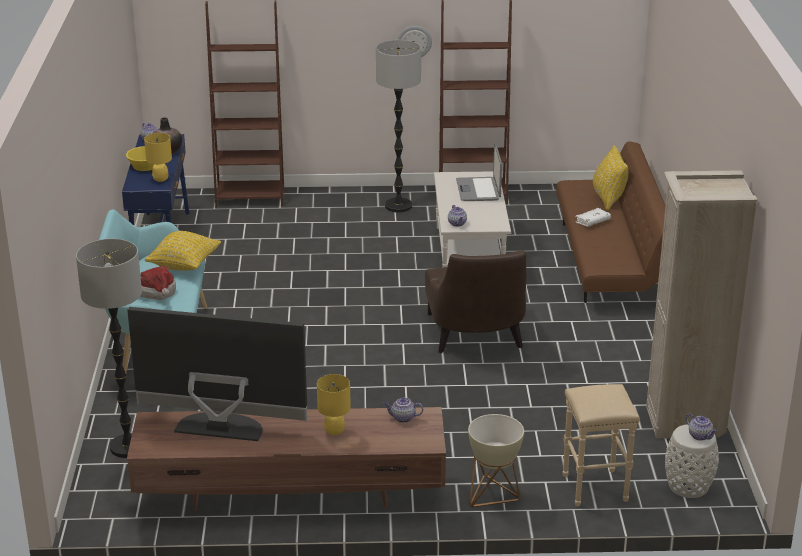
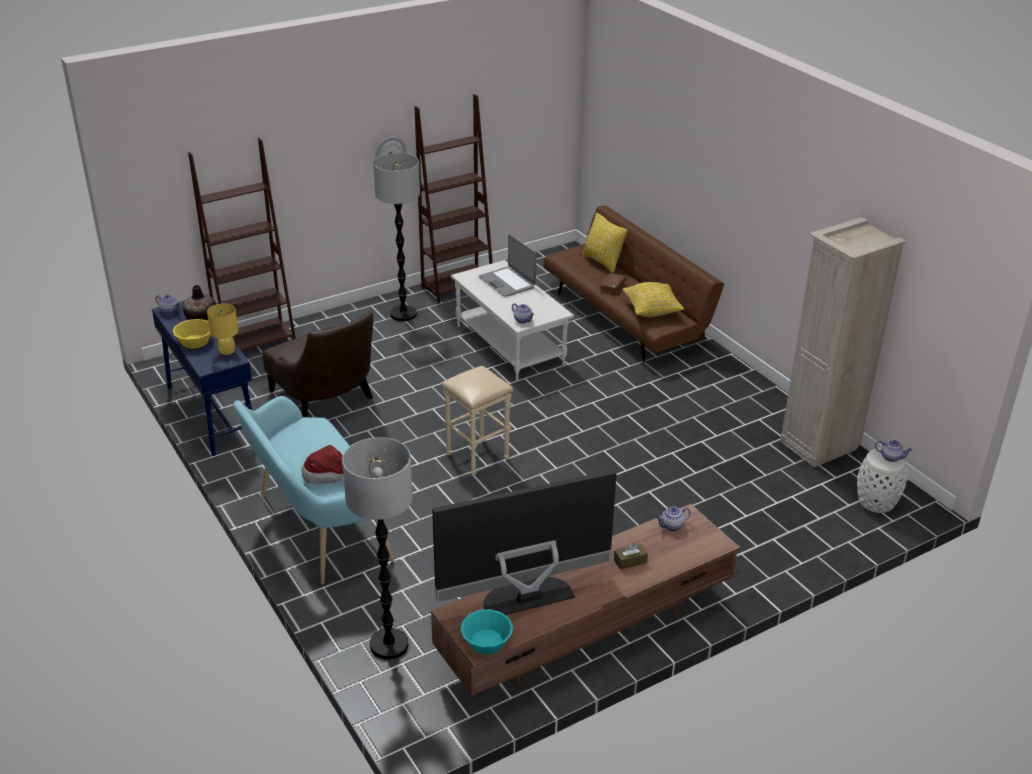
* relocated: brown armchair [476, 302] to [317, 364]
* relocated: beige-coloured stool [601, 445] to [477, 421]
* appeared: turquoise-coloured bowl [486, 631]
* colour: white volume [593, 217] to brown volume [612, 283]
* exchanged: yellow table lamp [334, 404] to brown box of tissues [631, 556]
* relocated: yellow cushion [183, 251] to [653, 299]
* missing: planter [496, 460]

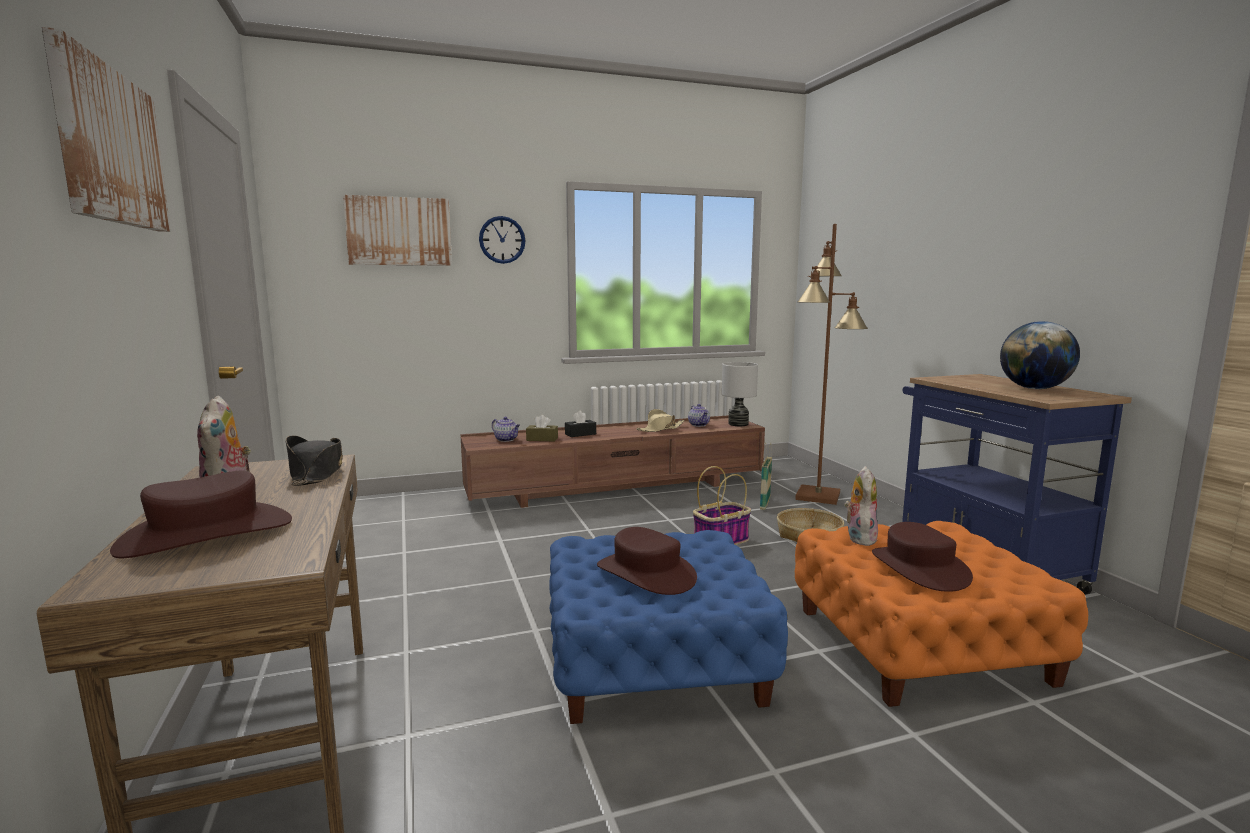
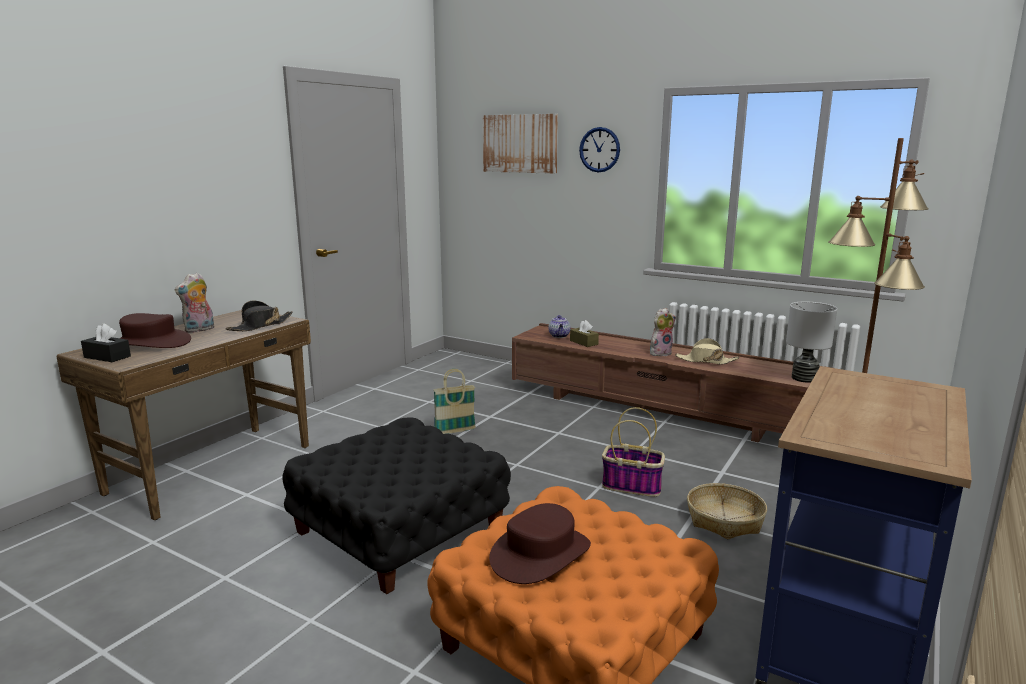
* relocated: black-coloured box of tissues [580, 424] to [106, 342]
* colour: blue ottoman [668, 627] to black-coloured ottoman [396, 505]
* relocated: household basket [766, 476] to [454, 401]
* relocated: soft toy [861, 506] to [663, 332]
* missing: wall art [106, 129]
* missing: brown wearable hat [647, 561]
* missing: tea pot [699, 415]
* missing: world globe [1040, 355]

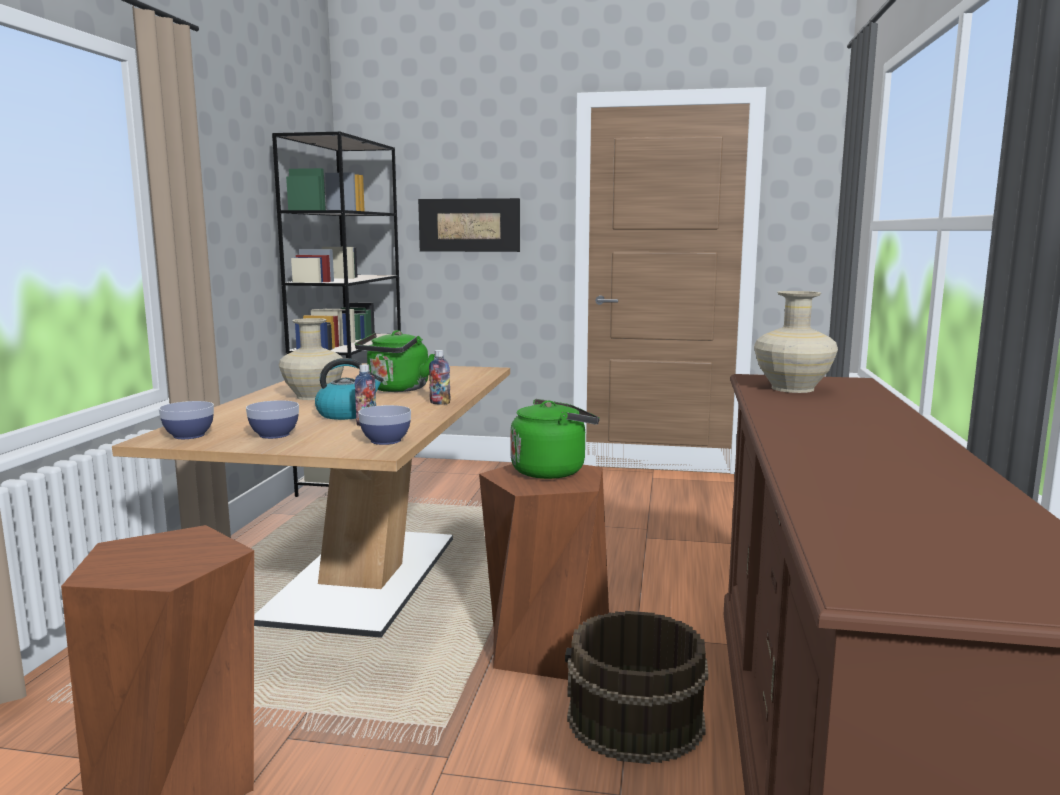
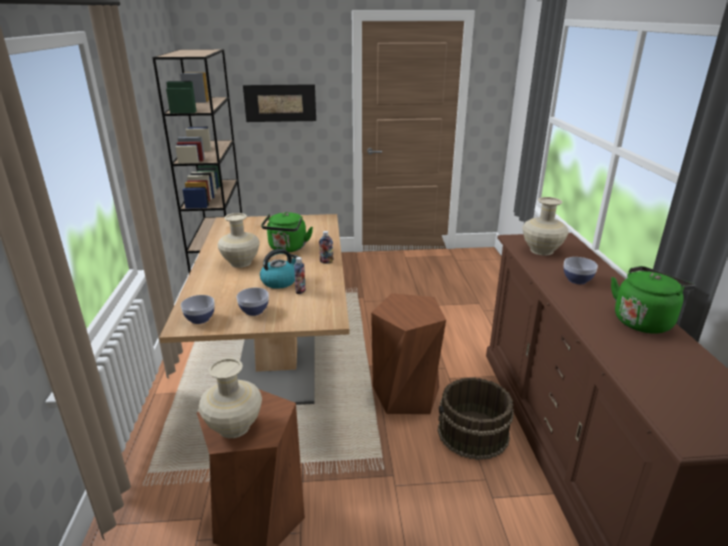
* appeared: beige-coloured flower vase [230, 398]
* relocated: bowl [384, 425] to [581, 270]
* relocated: green-coloured kettle [555, 439] to [653, 300]

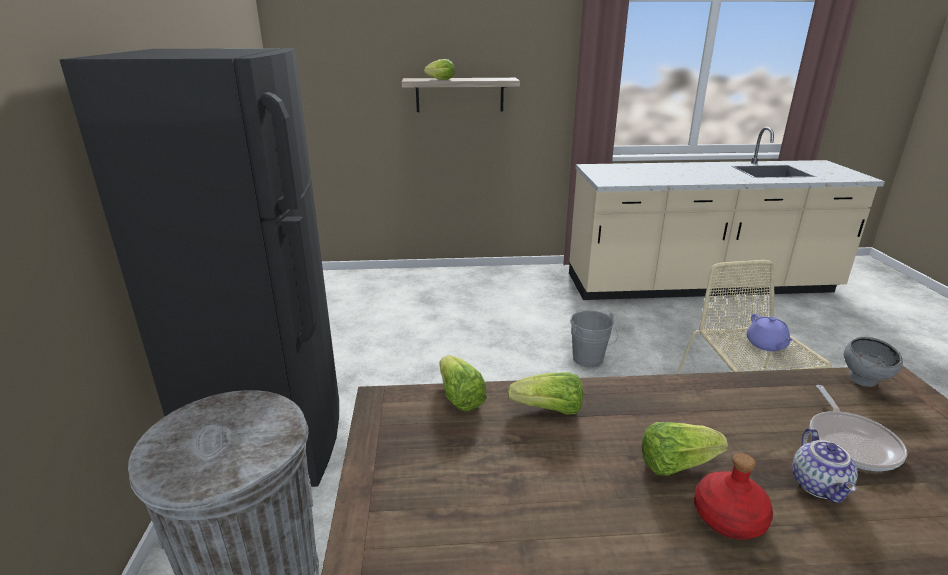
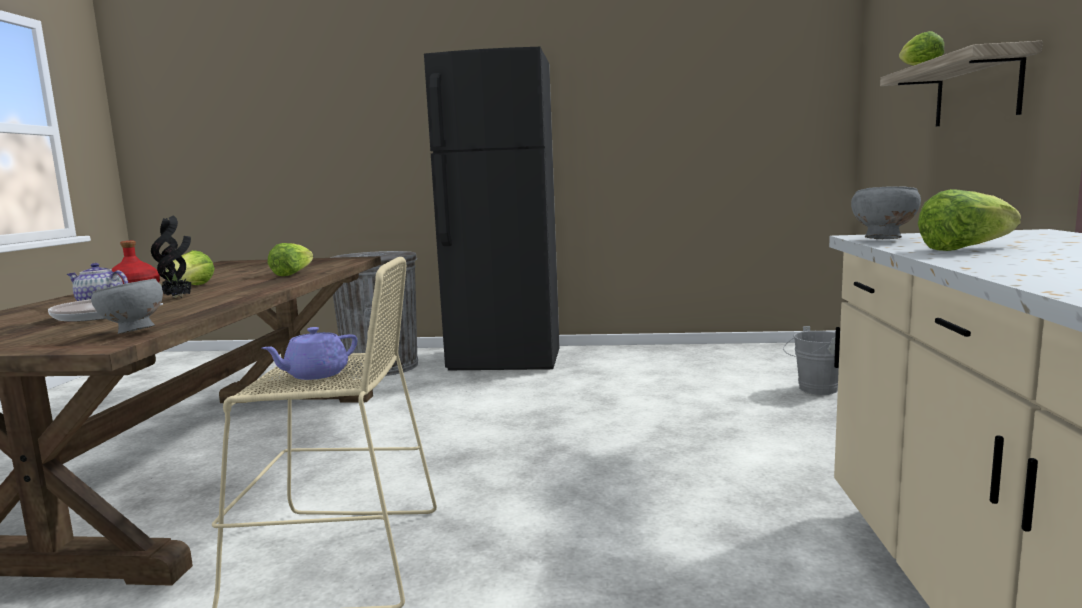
* appeared: potted plant [171, 256]
* spun: purplish tea pot [770, 332] = [309, 353] 45 degrees counterclockwise
* relocated: gray bucket [594, 339] to [811, 360]
* appeared: gray bowl [886, 212]
* relocated: lettuce head [463, 383] to [969, 220]

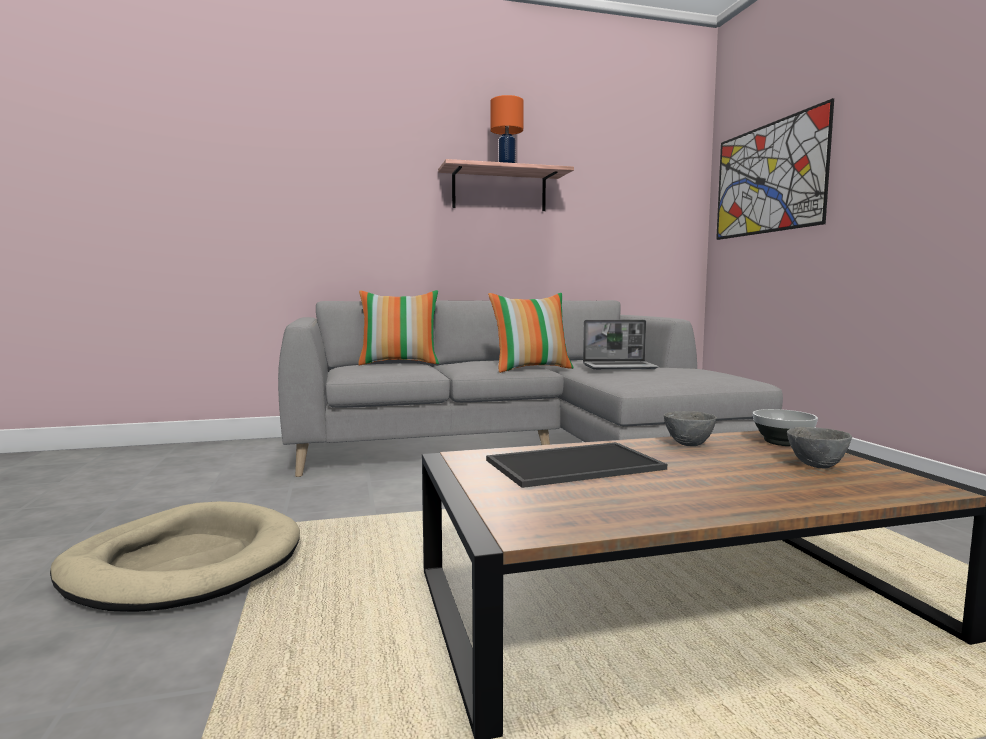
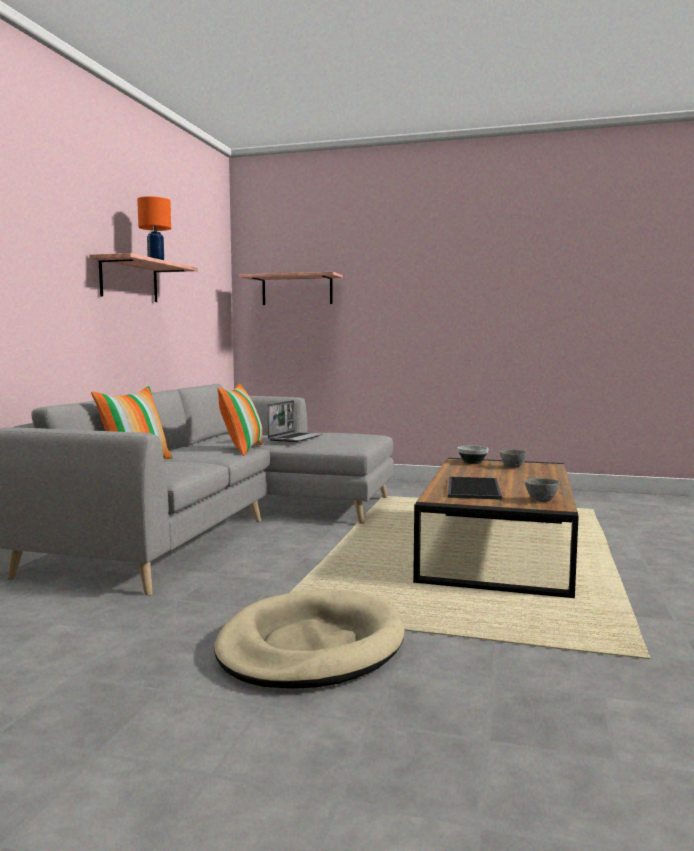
* exchanged: wall art [775, 169] to shelf [291, 288]
* relocated: gray bowl [690, 428] to [542, 490]

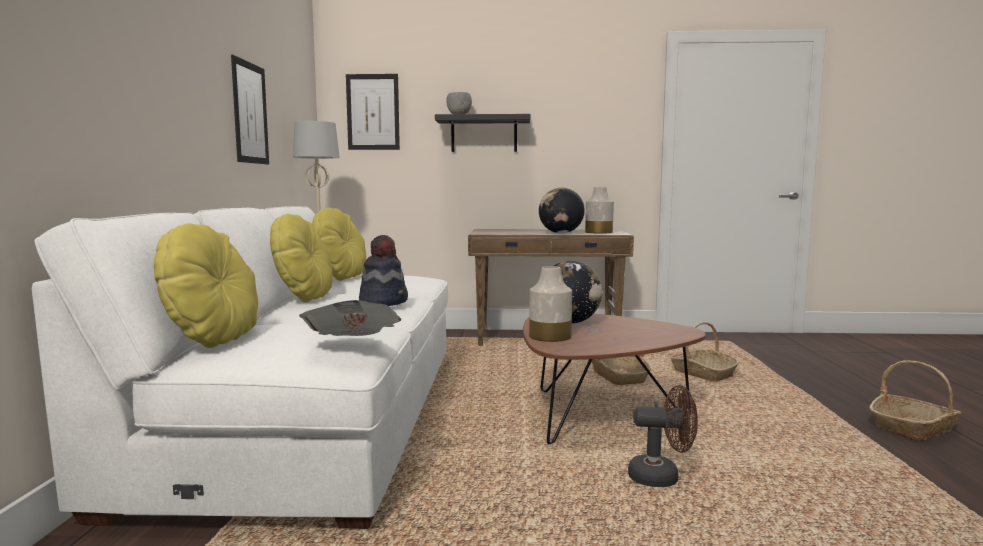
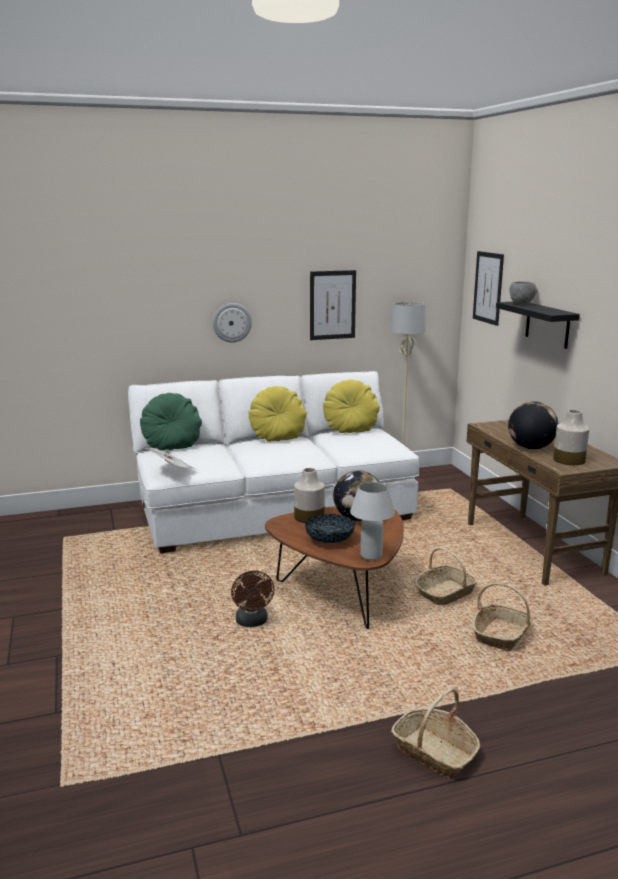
* colour: yellow cushion [206, 285] to green-coloured cushion [171, 421]
* appeared: wall clock [232, 323]
* appeared: bowl [330, 528]
* appeared: white table lamp [372, 521]
* missing: wearable hat [383, 270]

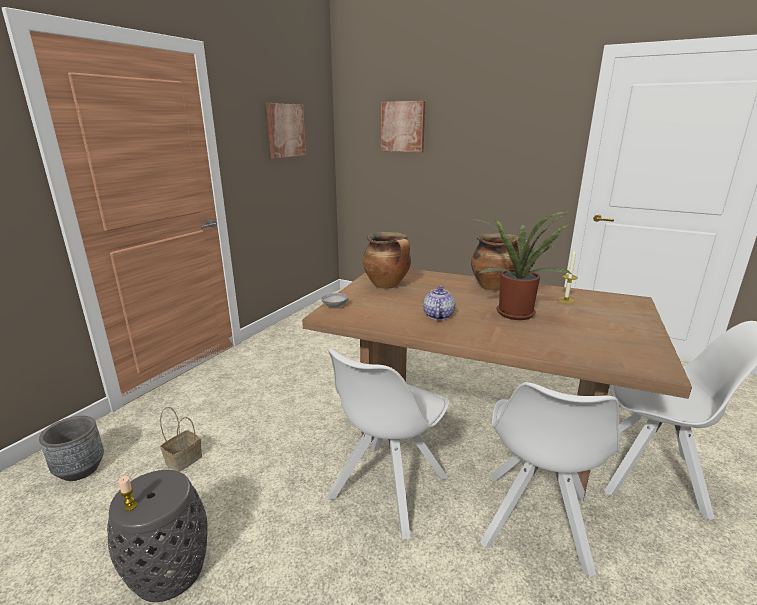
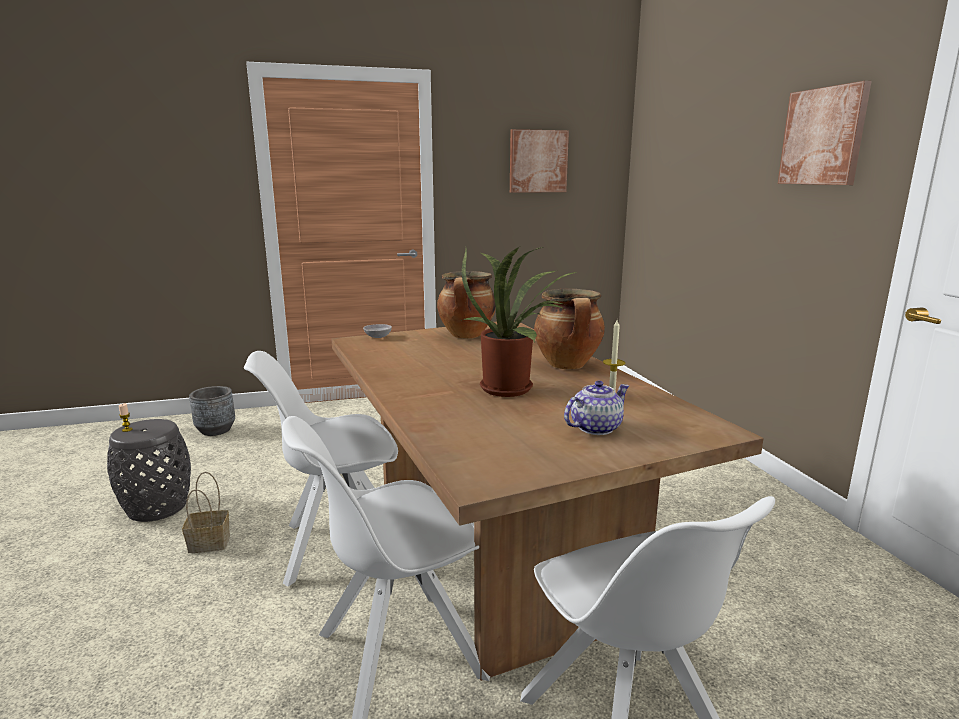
* relocated: household basket [181, 439] to [206, 512]
* relocated: tea pot [439, 303] to [596, 408]
* relocated: wall art [402, 126] to [825, 133]

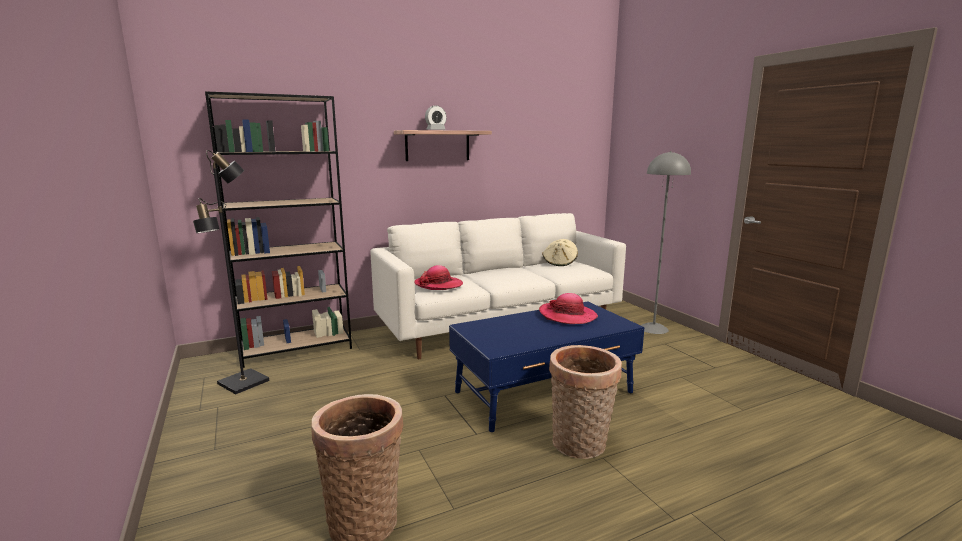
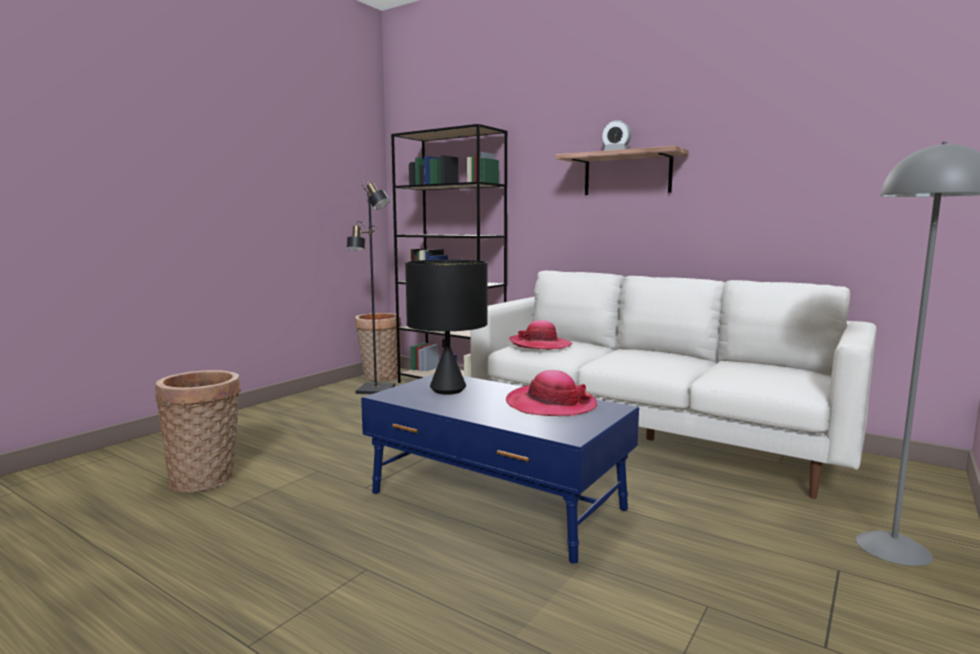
* relocated: household basket [585, 402] to [378, 347]
* appeared: black-coloured table lamp [446, 327]
* missing: beige-coloured wearable hat [560, 252]

